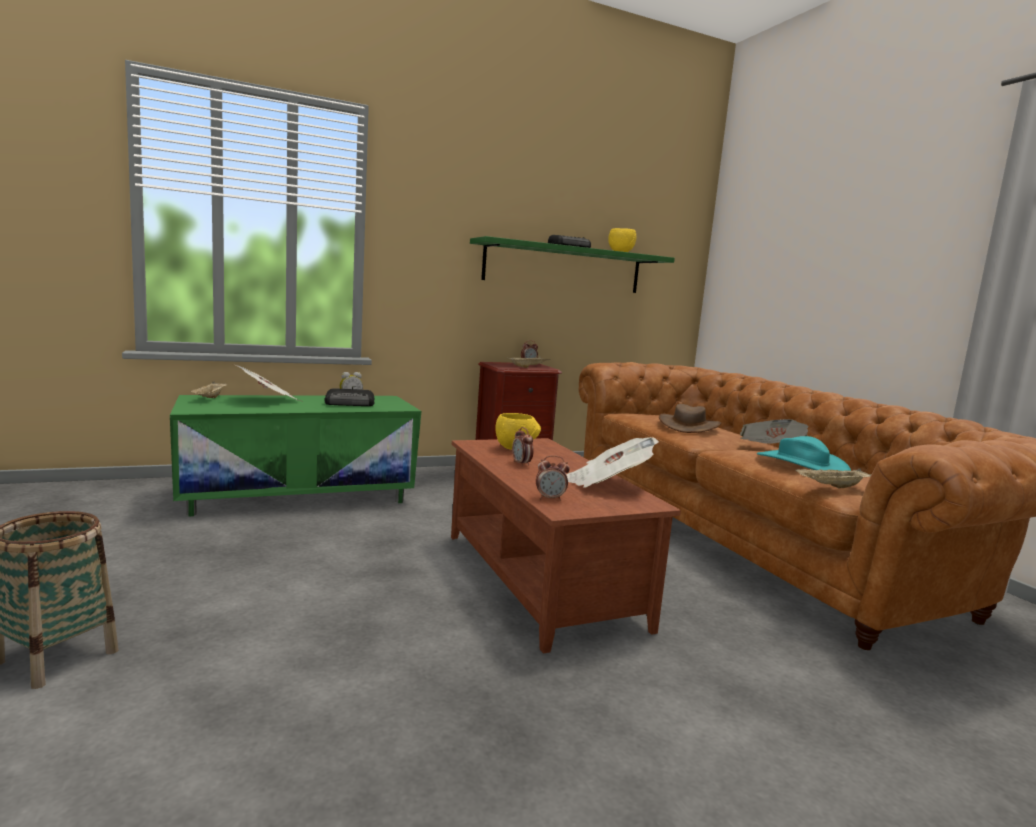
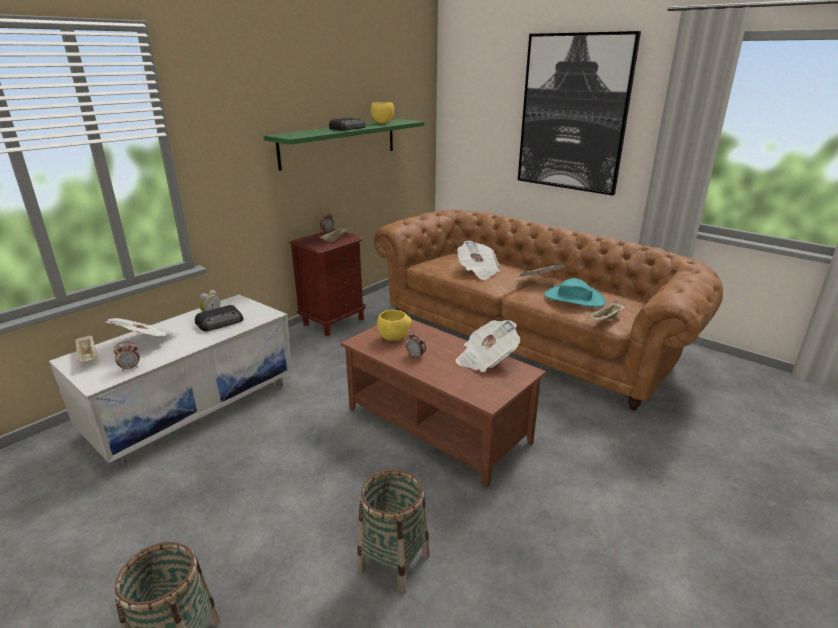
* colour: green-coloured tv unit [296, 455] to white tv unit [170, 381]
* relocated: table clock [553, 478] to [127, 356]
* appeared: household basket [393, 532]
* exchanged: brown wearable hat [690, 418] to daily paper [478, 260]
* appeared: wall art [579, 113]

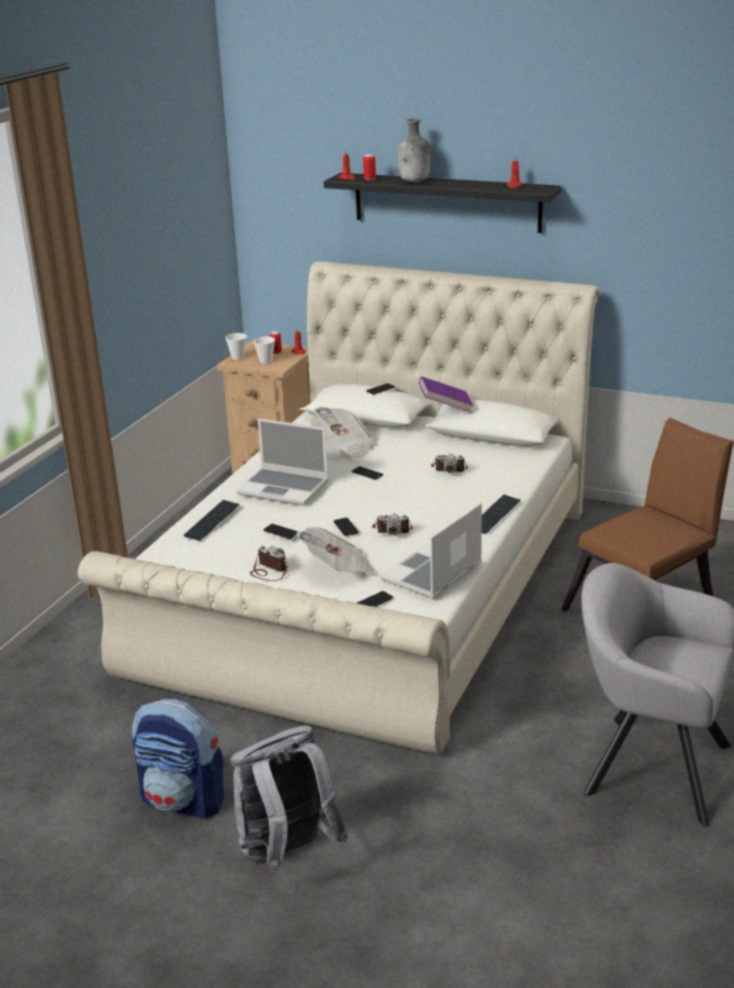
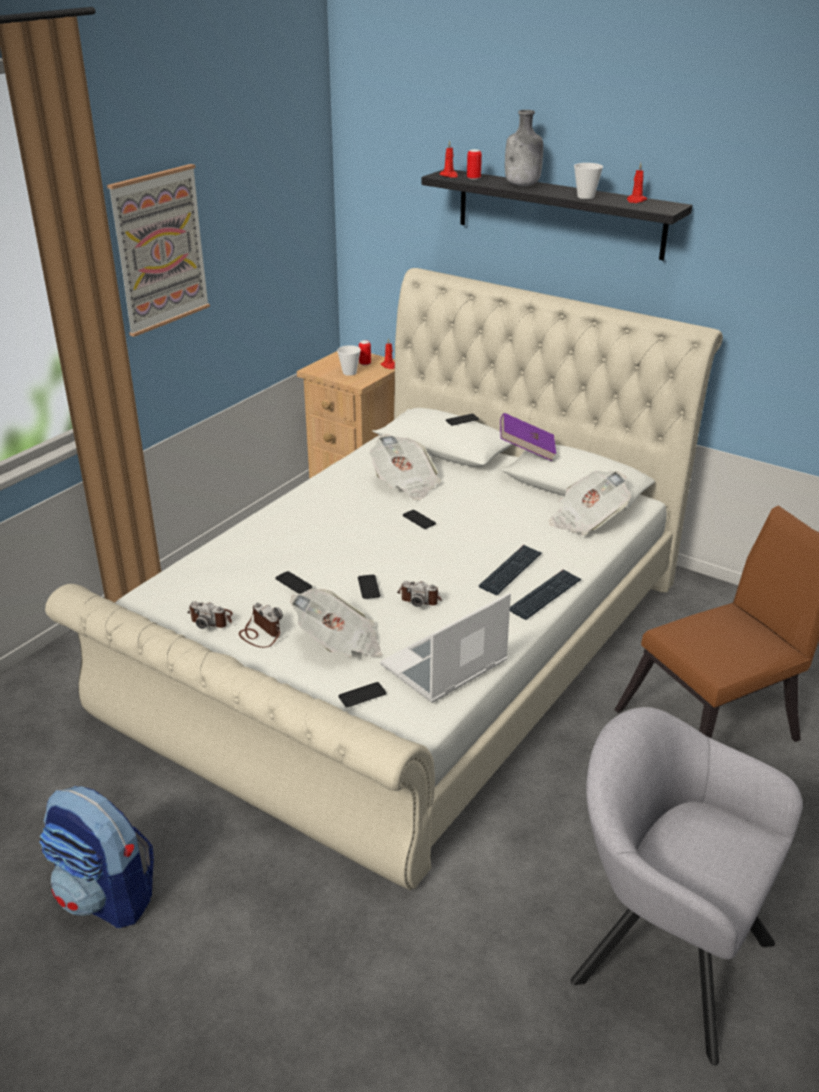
* appeared: wall art [158, 250]
* relocated: still camera [449, 463] to [210, 615]
* relocated: PC keyboard [212, 520] to [510, 570]
* appeared: daily paper [590, 502]
* relocated: cup [236, 346] to [588, 181]
* missing: gray rucksack [289, 799]
* missing: notebook computer [282, 462]

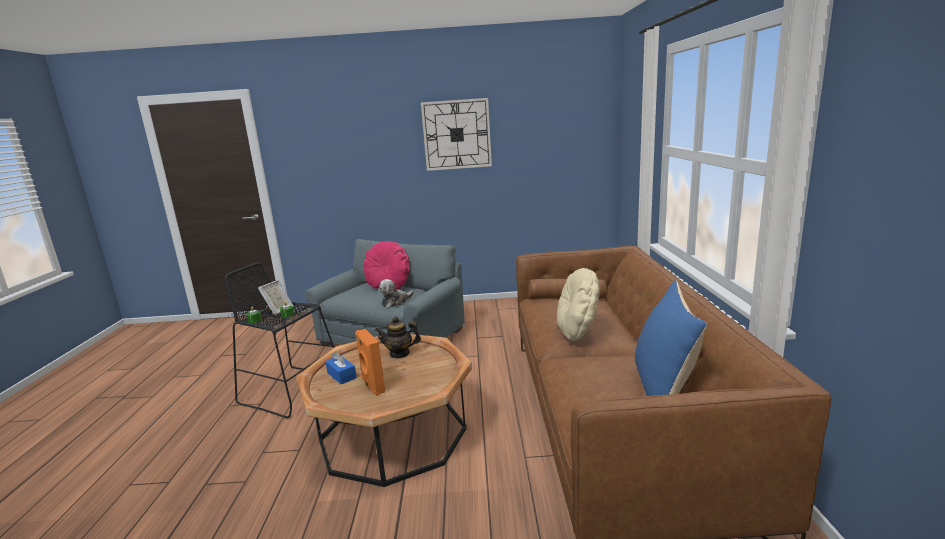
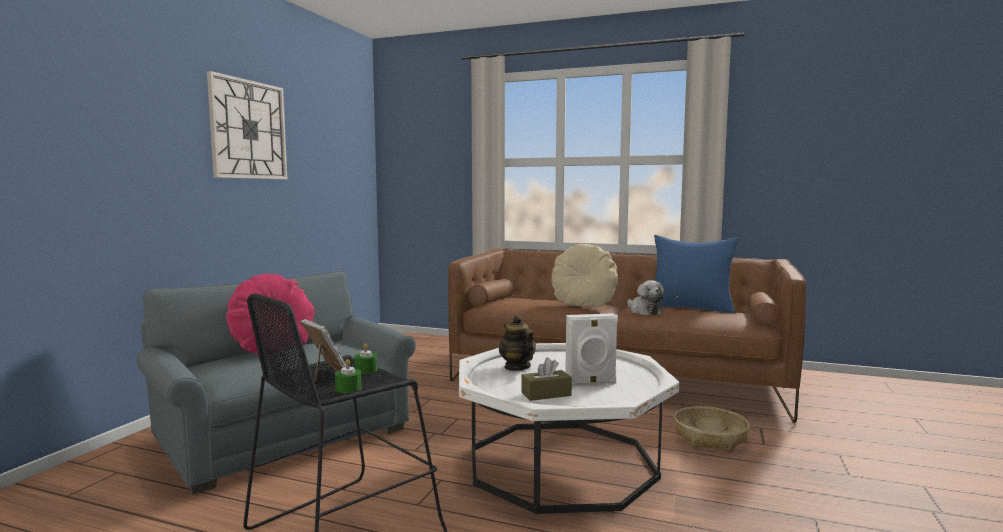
* colour: brown low table [384, 410] to white low table [569, 428]
* spun: tea pot [398, 337] = [517, 343] 135 degrees clockwise
* colour: blue box of tissues [341, 367] to brown box of tissues [546, 379]
* colour: orangey loudspeaker [370, 362] to white loudspeaker [591, 349]
* relocated: soft toy [396, 293] to [645, 297]
* appeared: household basket [712, 429]

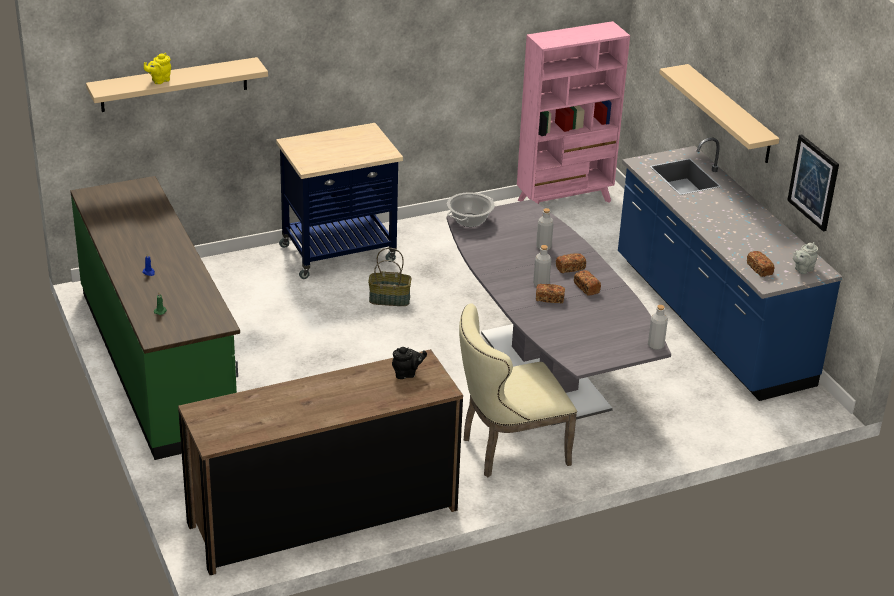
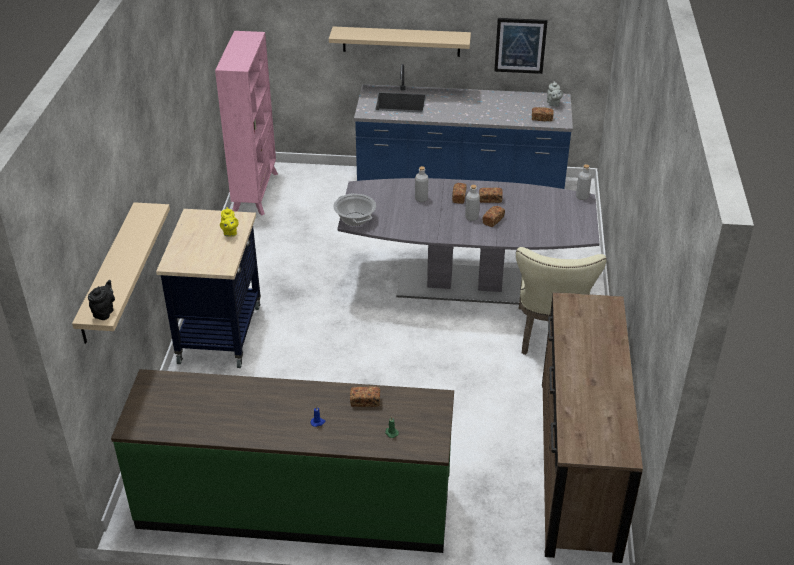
* relocated: black-coloured tea pot [409, 363] to [101, 300]
* relocated: yellow tea pot [157, 68] to [229, 222]
* appeared: bakery bread [365, 396]
* missing: household basket [390, 277]

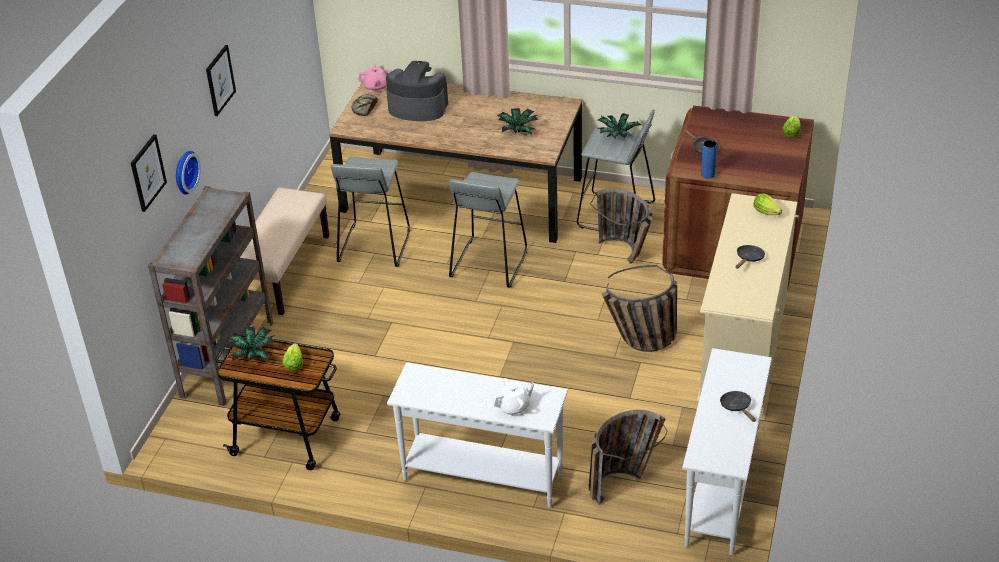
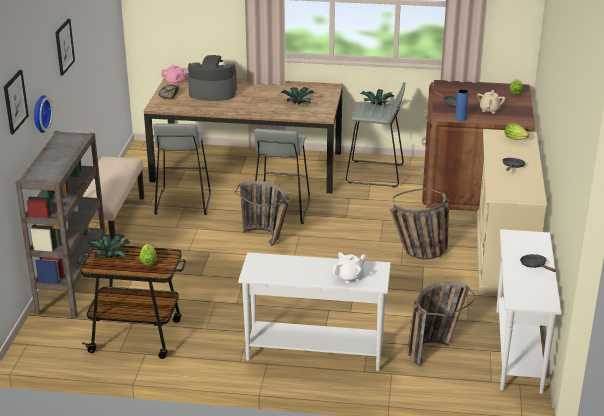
* relocated: household basket [621, 226] to [262, 213]
* appeared: beige-coloured tea pot [491, 101]

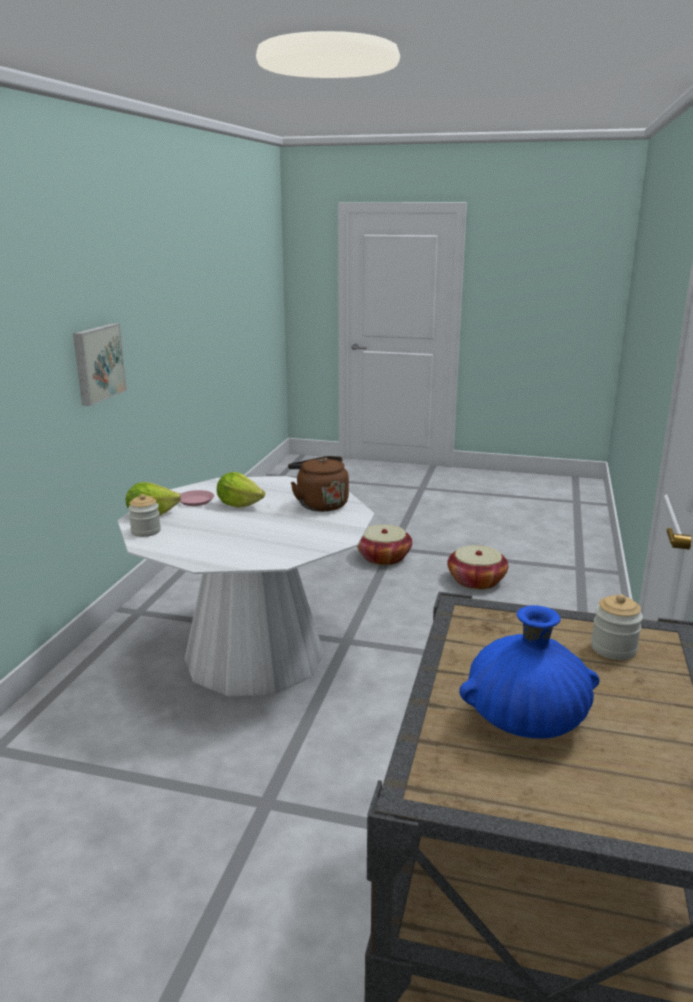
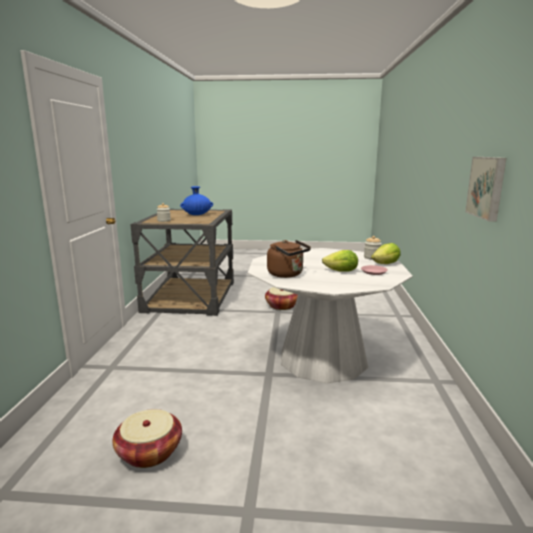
* relocated: household basket [384, 545] to [281, 298]

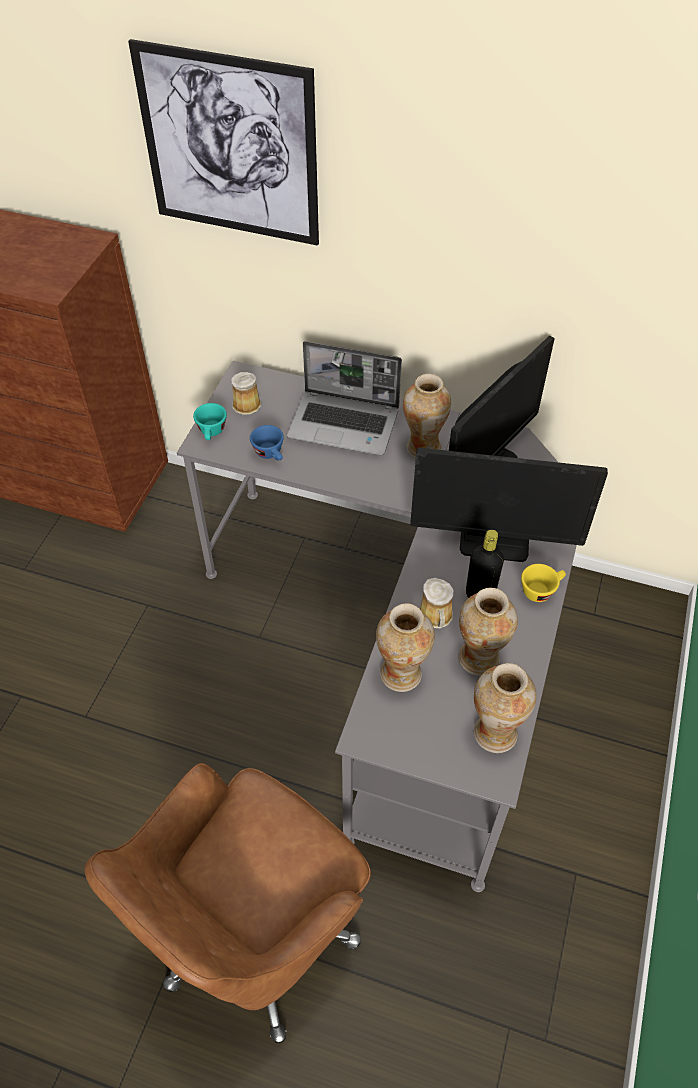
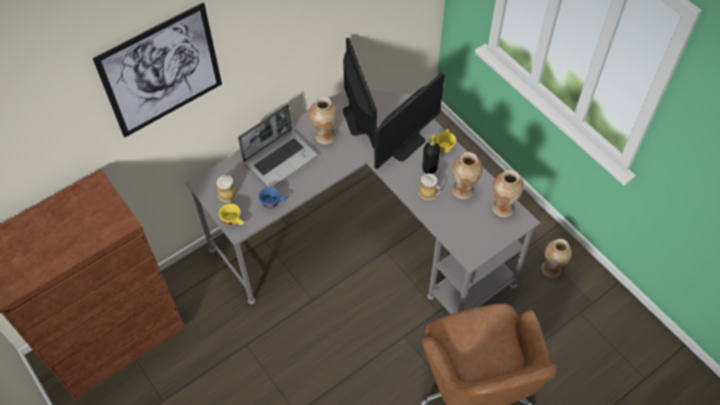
* colour: turquoise-coloured cup [210, 421] to yellow cup [231, 214]
* relocated: flower vase [405, 647] to [557, 258]

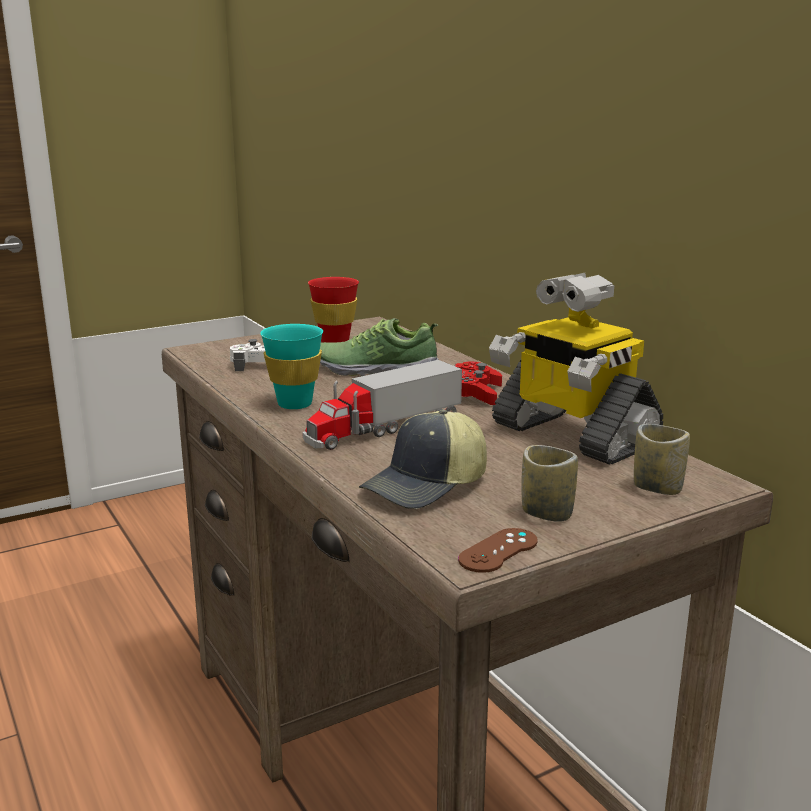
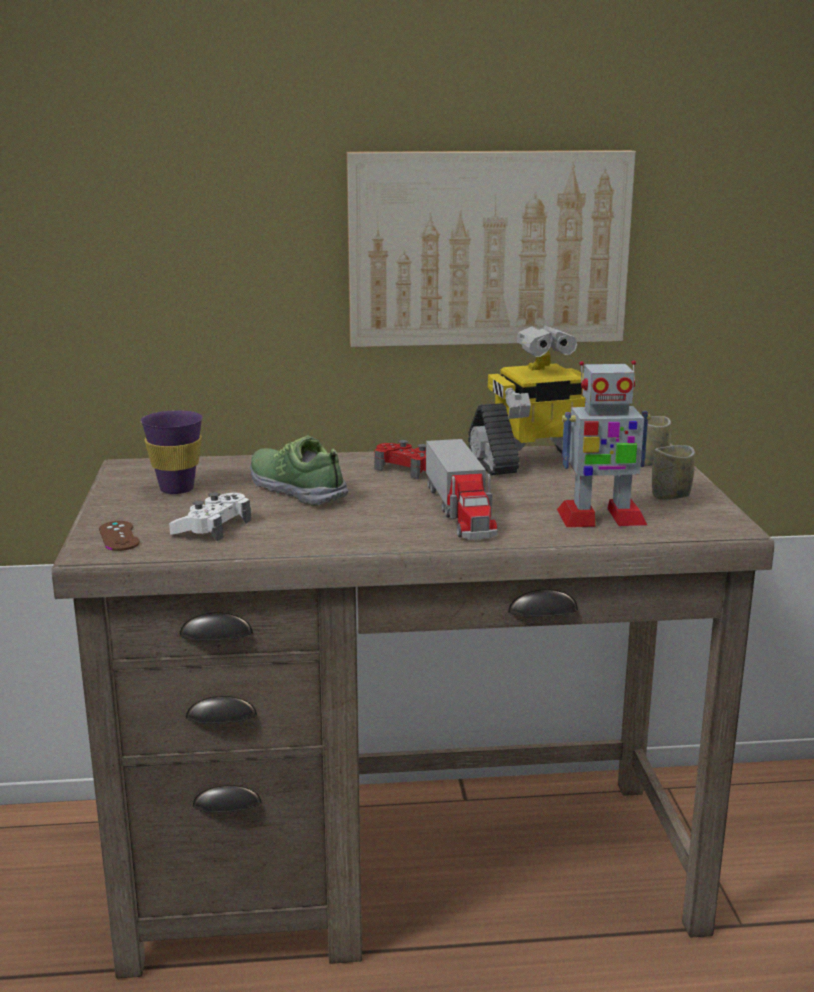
* relocated: brown game controller [498, 550] to [119, 536]
* colour: red-coloured cup [333, 310] to purplish cup [172, 452]
* spun: low shoe [379, 347] = [299, 470] 105 degrees clockwise
* appeared: wall art [491, 248]
* exchanged: baseball cap [423, 459] to toy robot [604, 443]
* missing: turquoise-coloured cup [291, 366]

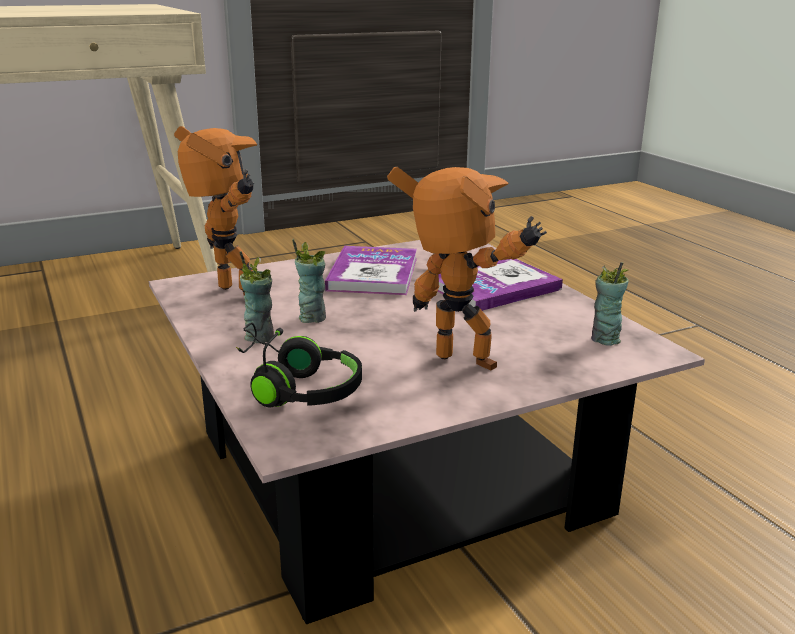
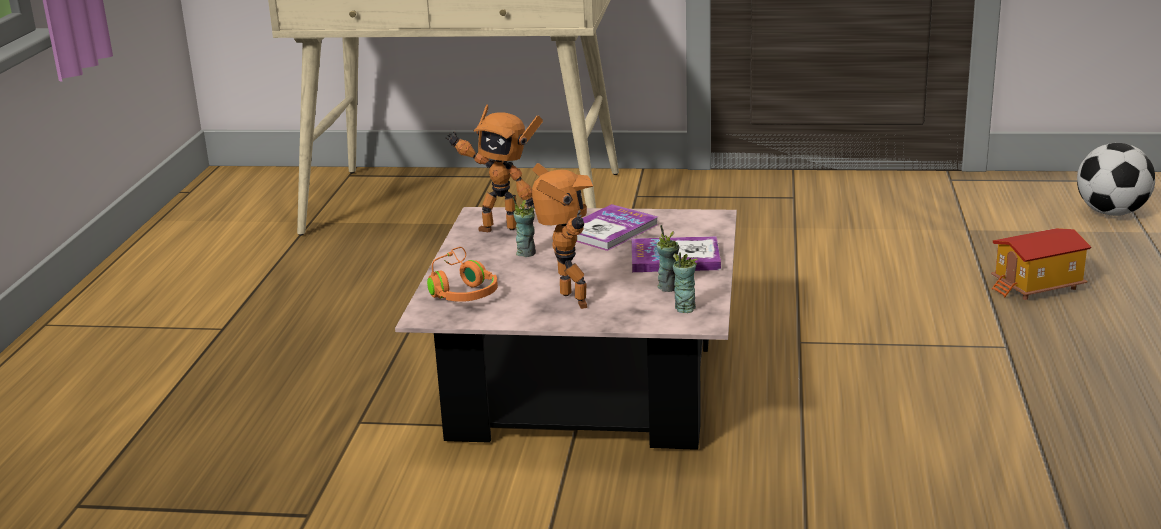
* colour: black-coloured headphones [299, 365] to orangey headphones [462, 274]
* spun: toy robot [215, 210] = [494, 168] 105 degrees clockwise
* relocated: cup [256, 297] to [668, 258]
* appeared: model house [1041, 264]
* appeared: football ball [1116, 179]

